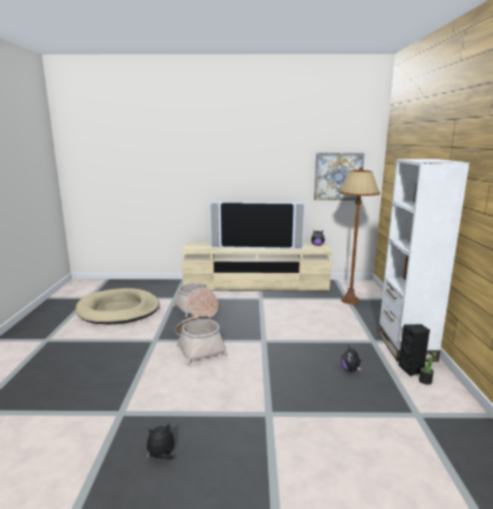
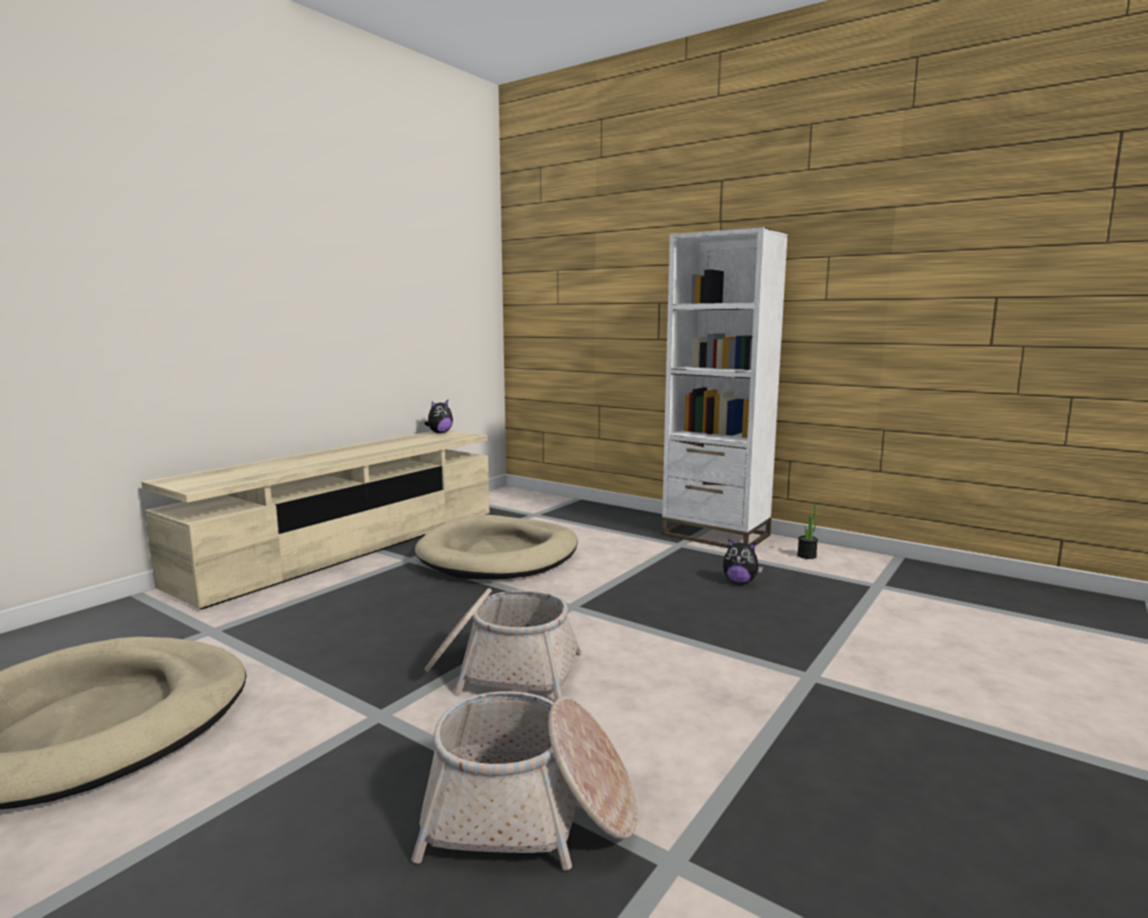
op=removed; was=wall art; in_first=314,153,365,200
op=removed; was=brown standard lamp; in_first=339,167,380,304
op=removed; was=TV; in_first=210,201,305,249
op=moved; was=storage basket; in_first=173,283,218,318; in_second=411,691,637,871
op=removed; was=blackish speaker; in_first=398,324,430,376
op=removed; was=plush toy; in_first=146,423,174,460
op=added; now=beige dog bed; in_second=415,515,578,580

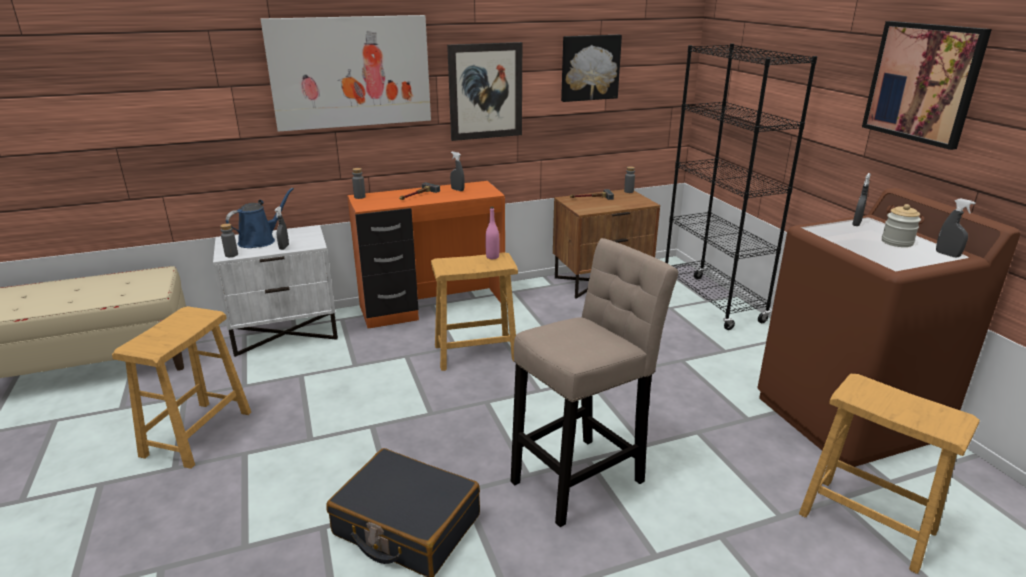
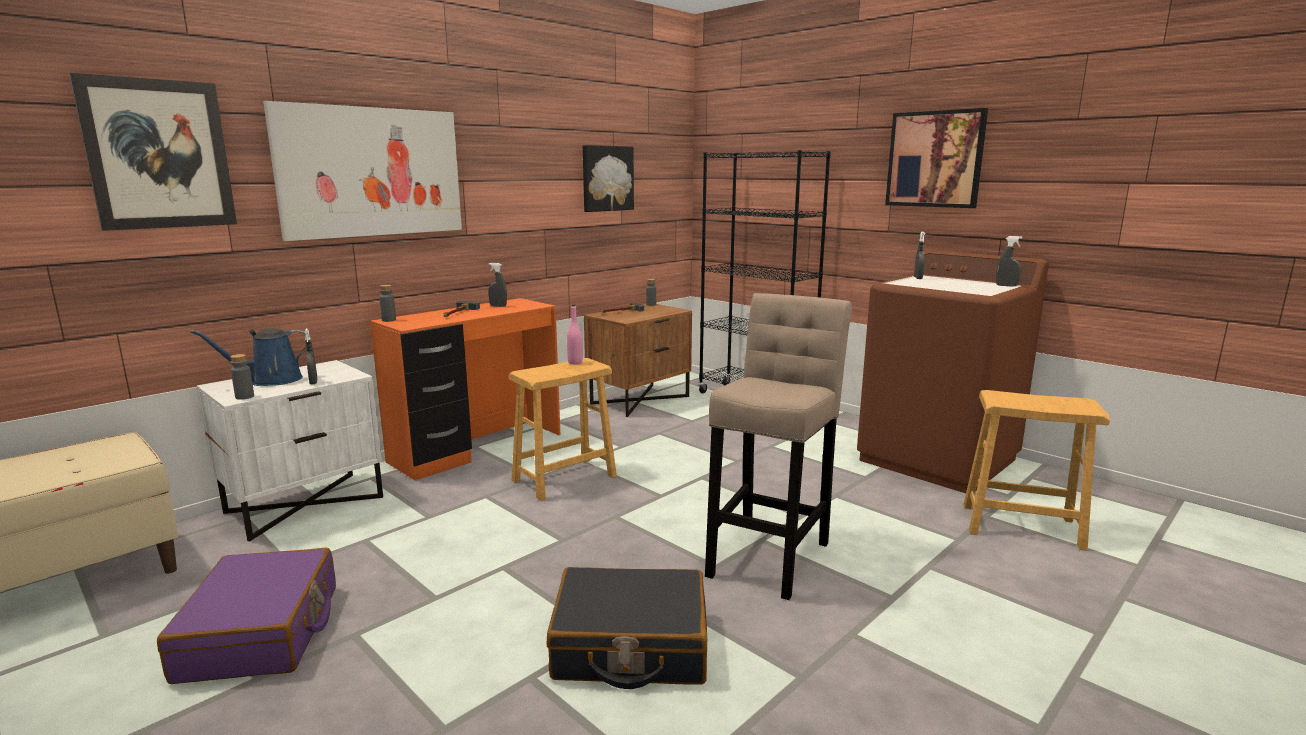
op=moved; was=wall art; in_first=447,42,522,141; in_second=69,73,237,231
op=turned; was=blue sprinkling can; in_first=226,187,294,248; in_second=191,328,306,386; clockwise=-135
op=removed; was=storage jar; in_first=882,204,921,247
op=replaced; was=brown sitting stool; now=purple-coloured piece of luggage; in_first=112,306,251,469; in_second=157,547,336,684

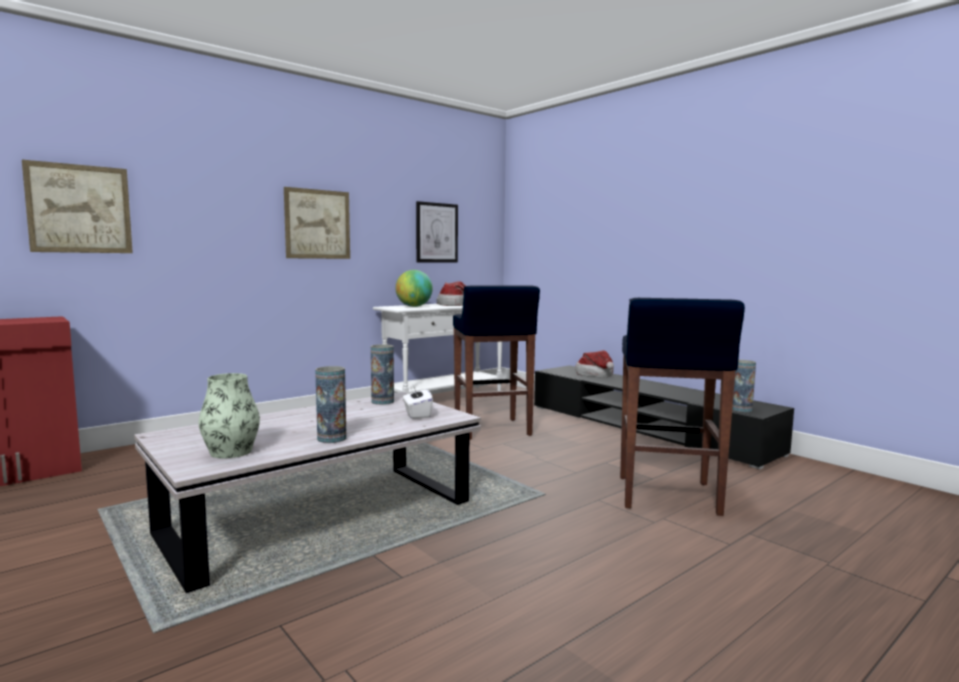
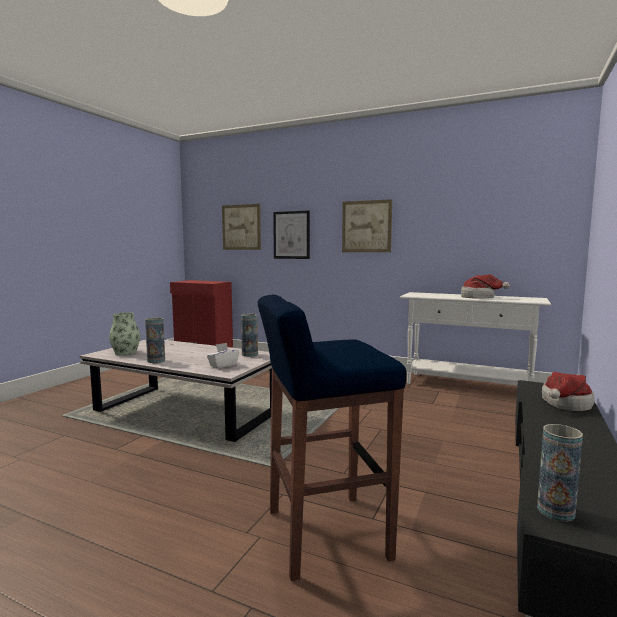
op=moved; was=wall art; in_first=416,201,458,263; in_second=273,210,310,259
op=removed; was=desk globe; in_first=396,270,433,307
op=removed; was=blue sitting stool; in_first=453,285,540,440

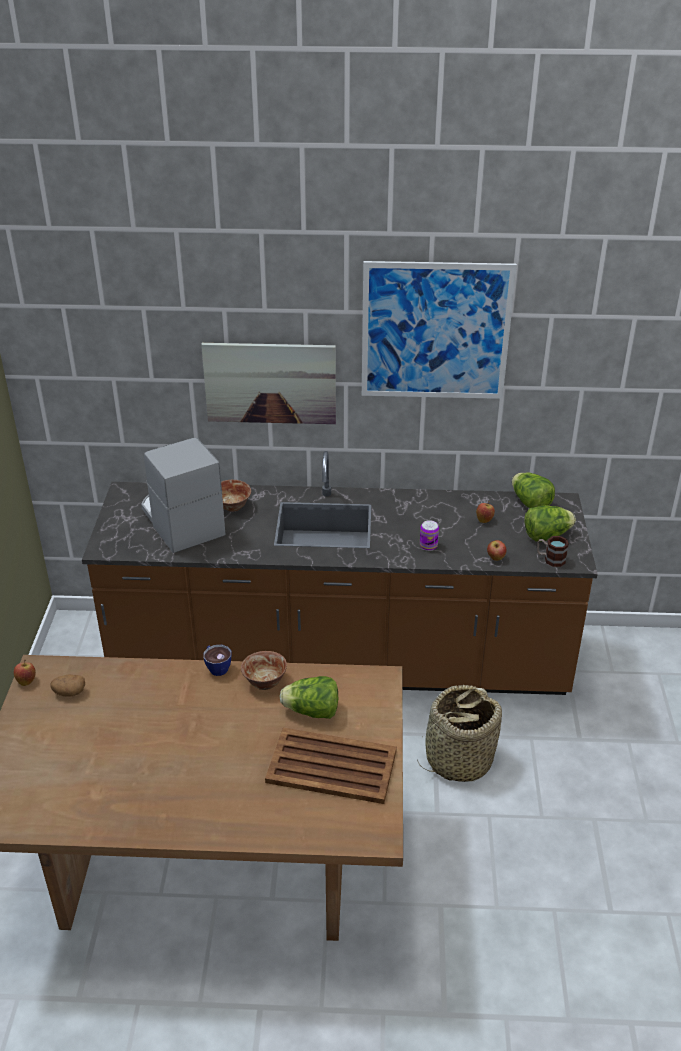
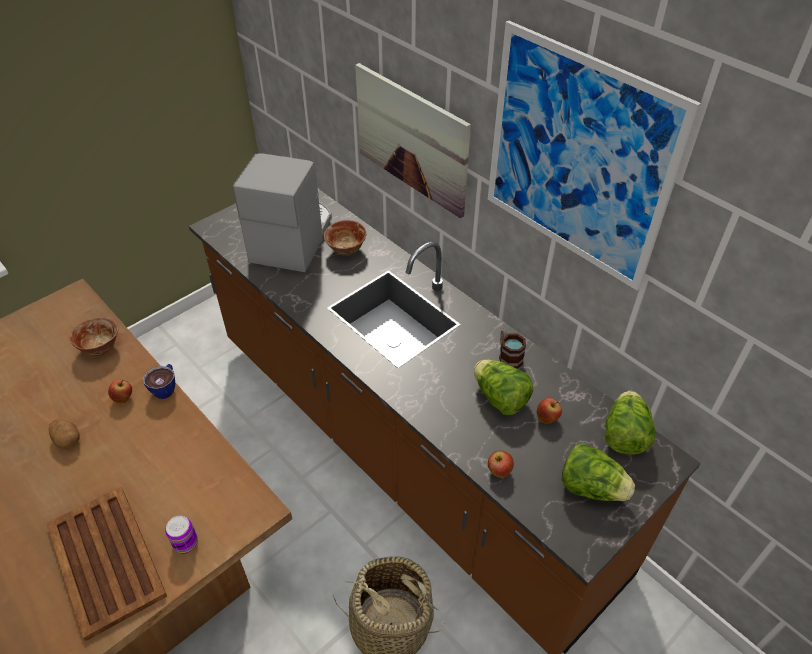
op=moved; was=sealed can; in_first=420,520,439,551; in_second=165,516,198,554
op=moved; was=tea mug; in_first=537,536,569,567; in_second=499,329,526,369
op=moved; was=bowl; in_first=241,651,287,690; in_second=70,317,118,356
op=moved; was=apple; in_first=14,660,36,686; in_second=108,380,132,404
op=moved; was=whole potato; in_first=51,674,85,697; in_second=49,419,80,449
op=moved; was=head of lettuce; in_first=280,676,338,719; in_second=474,360,533,415

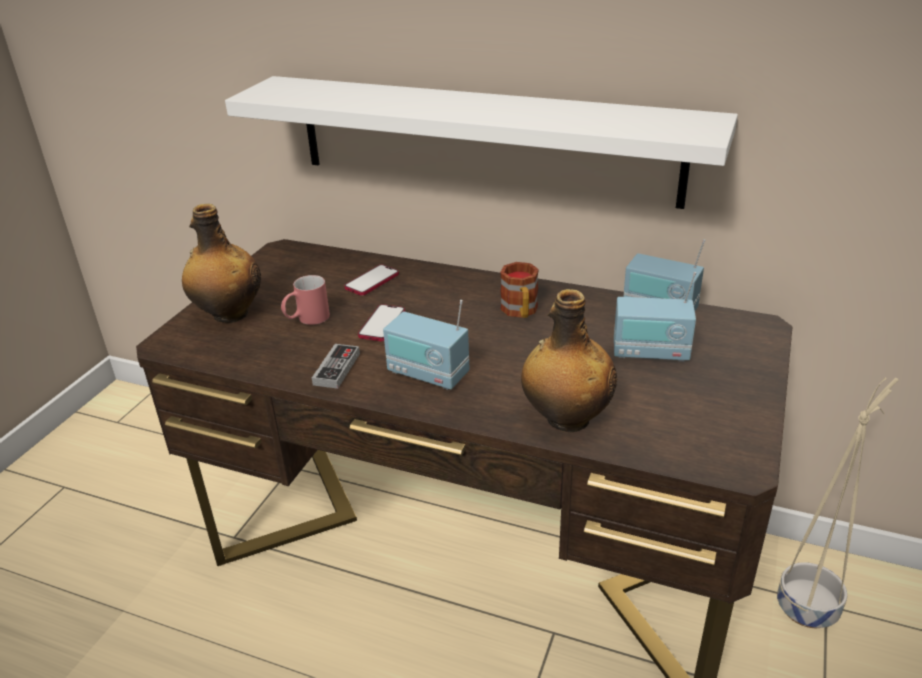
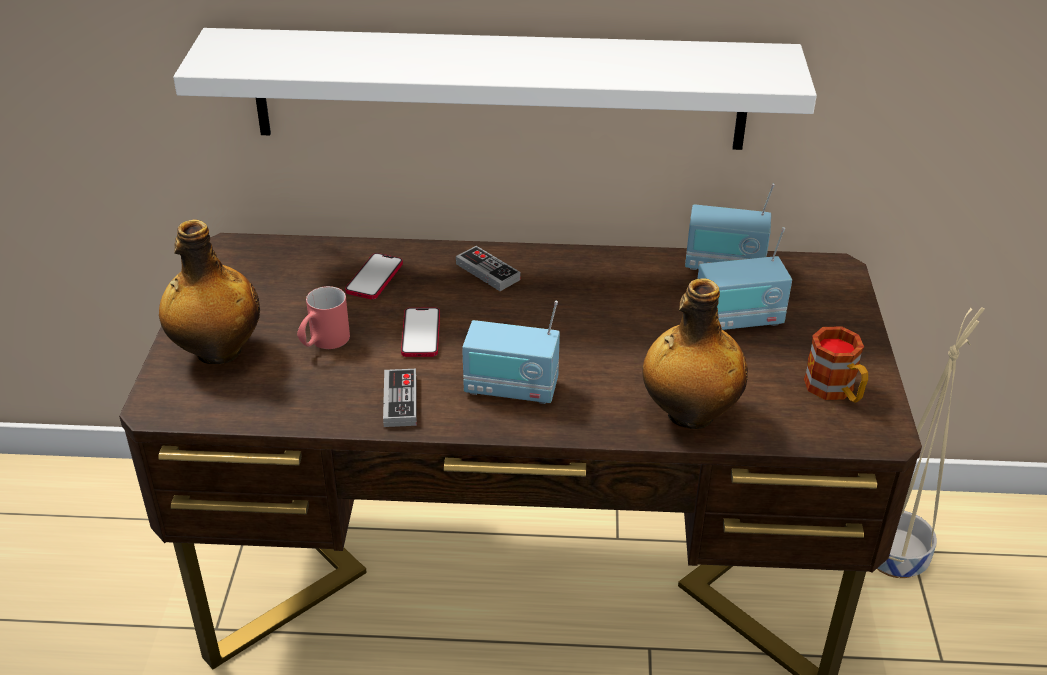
op=moved; was=tea mug; in_first=500,262,539,318; in_second=804,326,868,402
op=added; now=gamepad; in_second=456,246,520,291

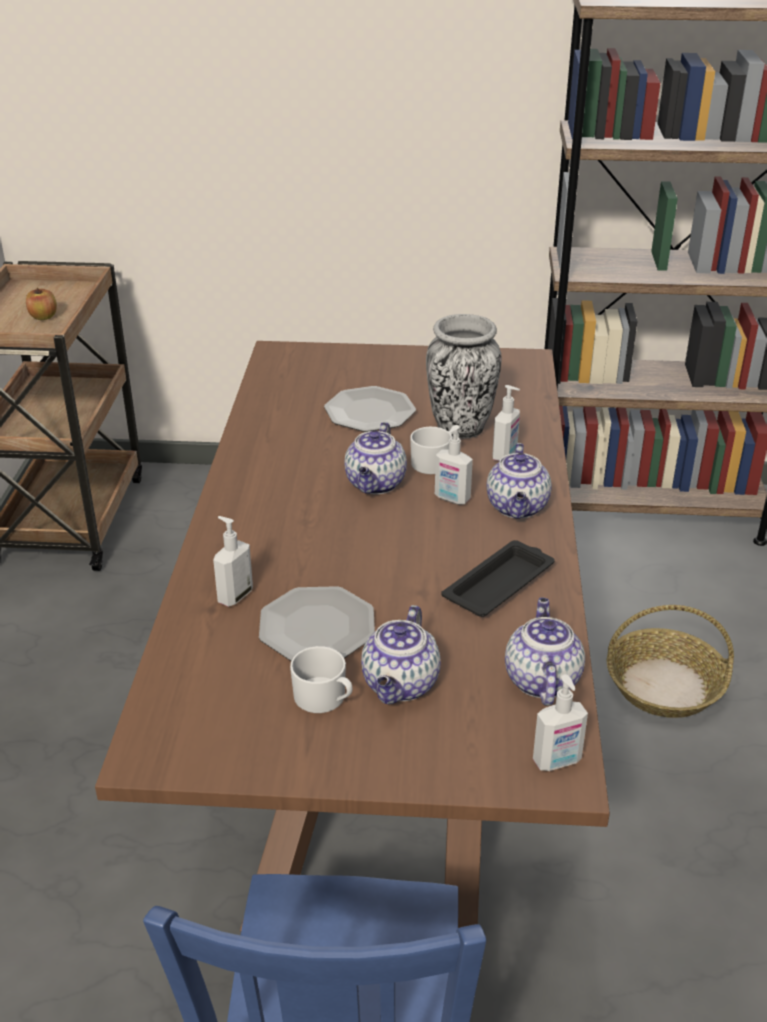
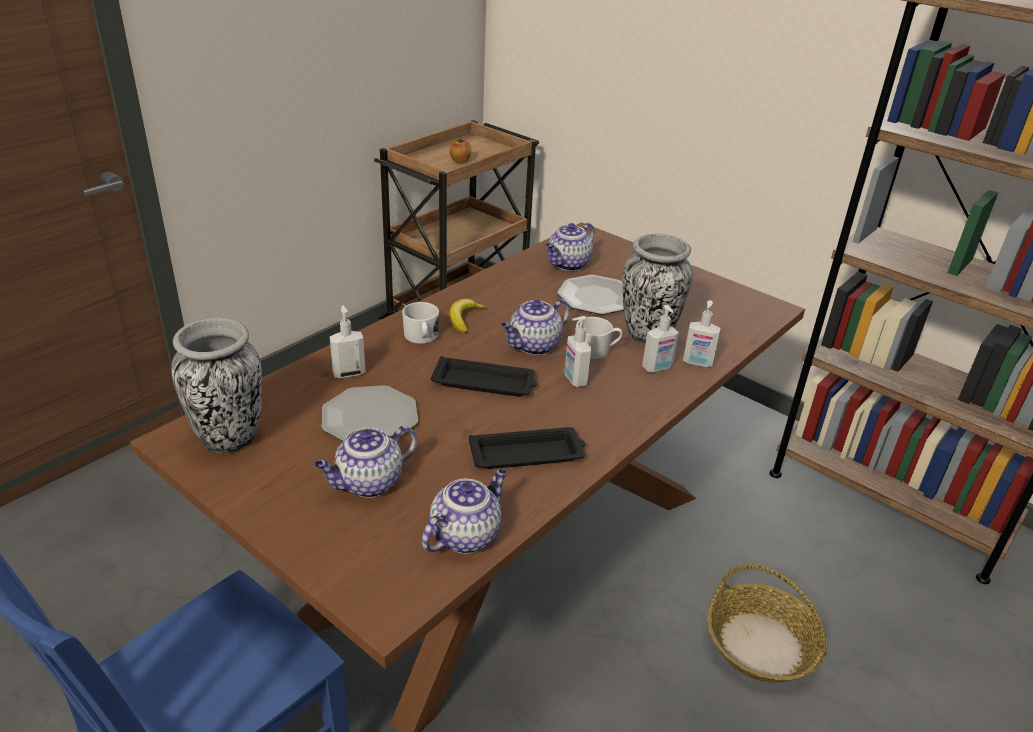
op=moved; was=teapot; in_first=486,443,552,519; in_second=546,223,595,271
op=moved; was=white-coloured tea mug; in_first=290,646,353,713; in_second=402,302,439,344
op=moved; was=soap bottle; in_first=533,674,588,771; in_second=683,300,720,367
op=added; now=whole banana; in_second=449,299,486,334
op=added; now=decorative vase; in_second=171,317,262,454
op=added; now=blackish carrying tray; in_second=431,356,537,397

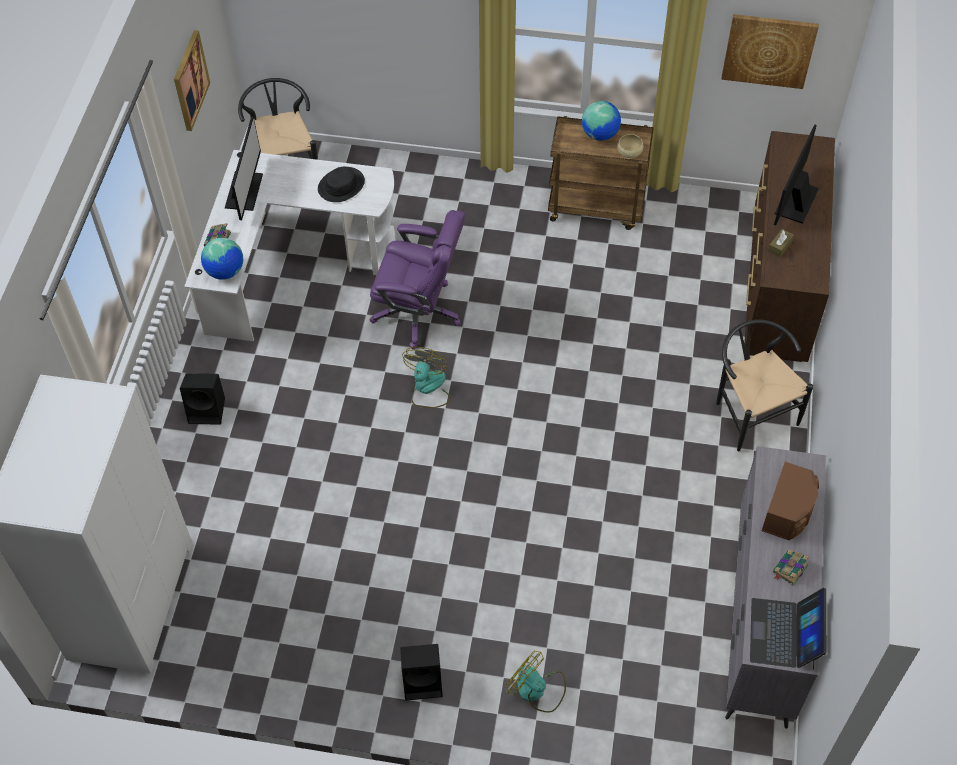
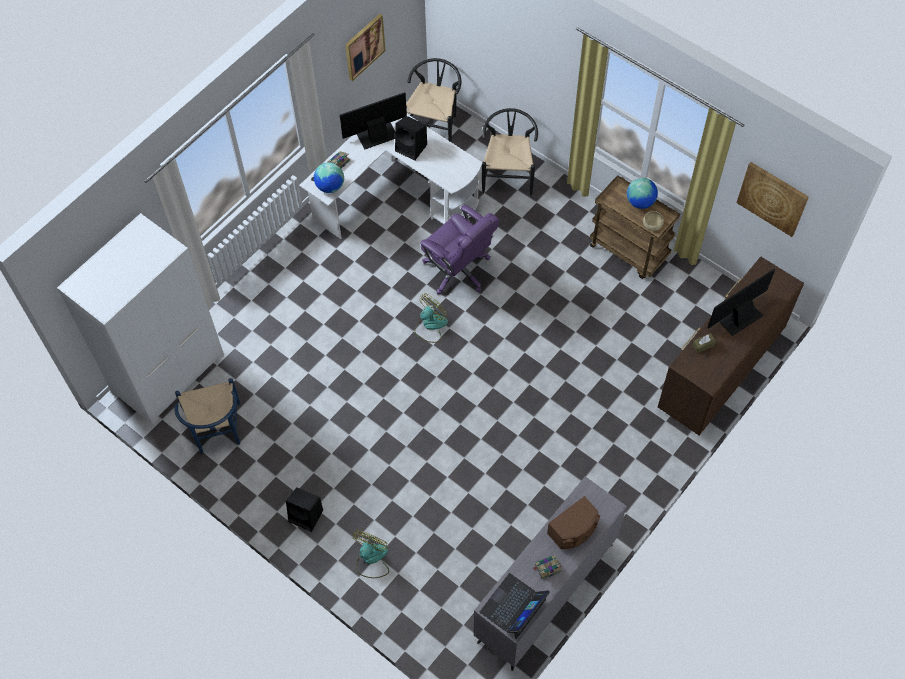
op=turned; was=monitor; in_first=225,116,263,220; in_second=340,92,407,149; clockwise=-150
op=removed; was=blackish clothing hat; in_first=318,167,365,202
op=moved; was=blackish upright chair; in_first=716,320,813,452; in_second=482,108,538,196
op=moved; was=blackish speaker; in_first=180,373,225,425; in_second=395,116,427,161
op=turned; was=electric fan; in_first=505,650,566,713; in_second=352,530,389,578; clockwise=45
op=added; now=blue upright chair; in_second=174,378,240,453

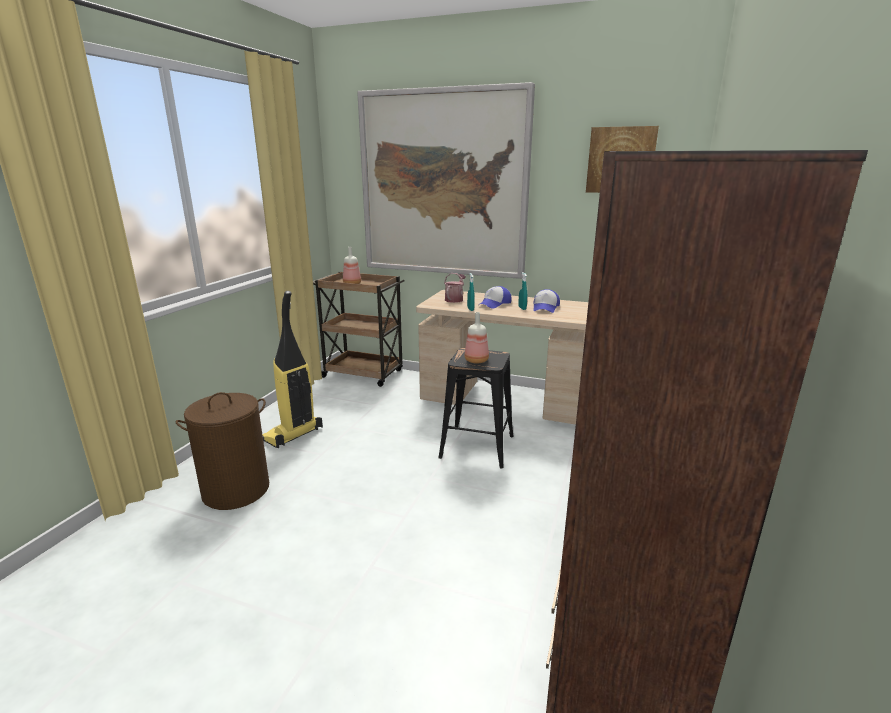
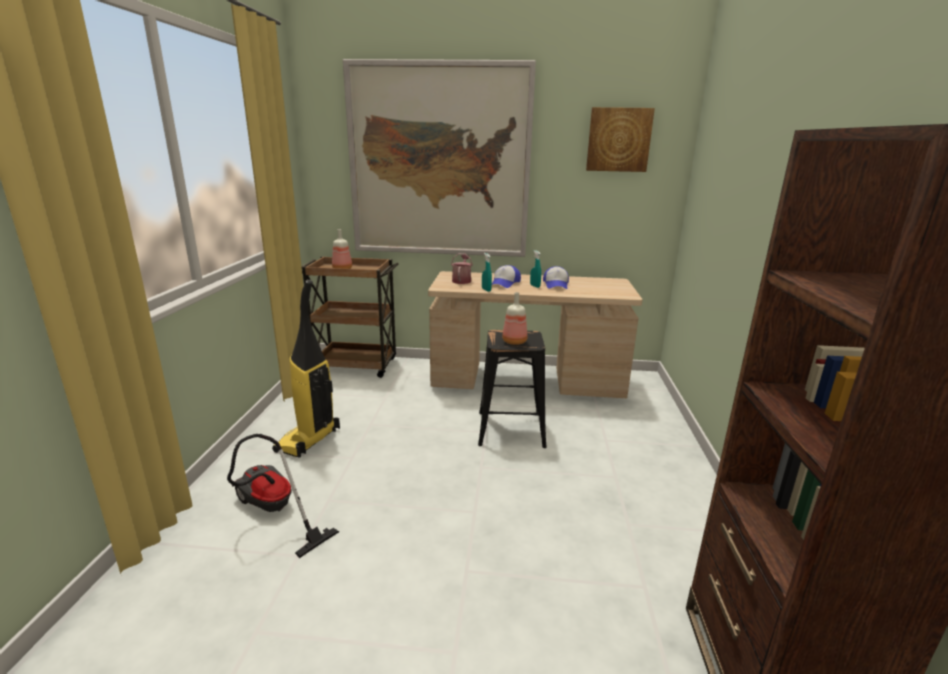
op=replaced; was=brown hamper; now=vacuum cleaner; in_first=176,392,269,510; in_second=227,434,339,558

